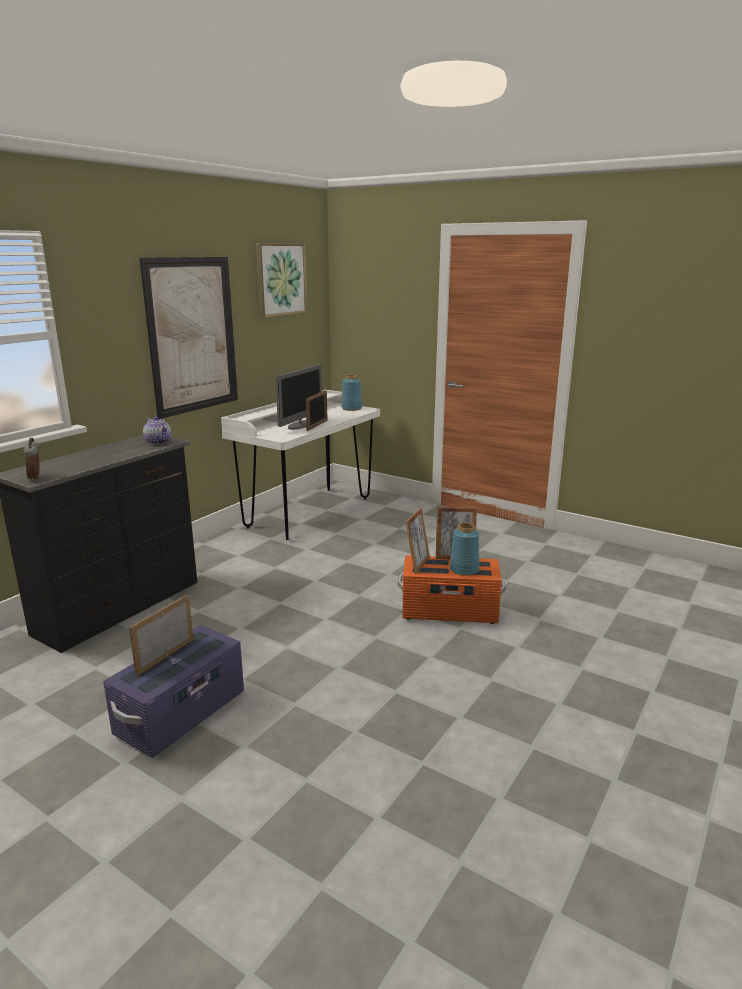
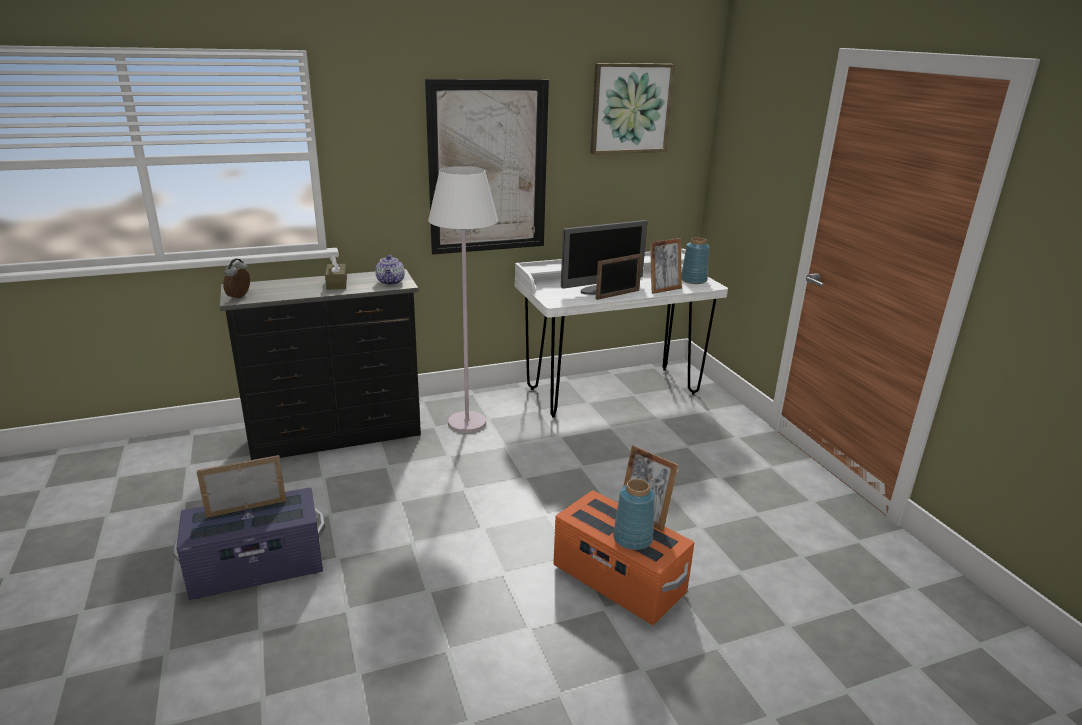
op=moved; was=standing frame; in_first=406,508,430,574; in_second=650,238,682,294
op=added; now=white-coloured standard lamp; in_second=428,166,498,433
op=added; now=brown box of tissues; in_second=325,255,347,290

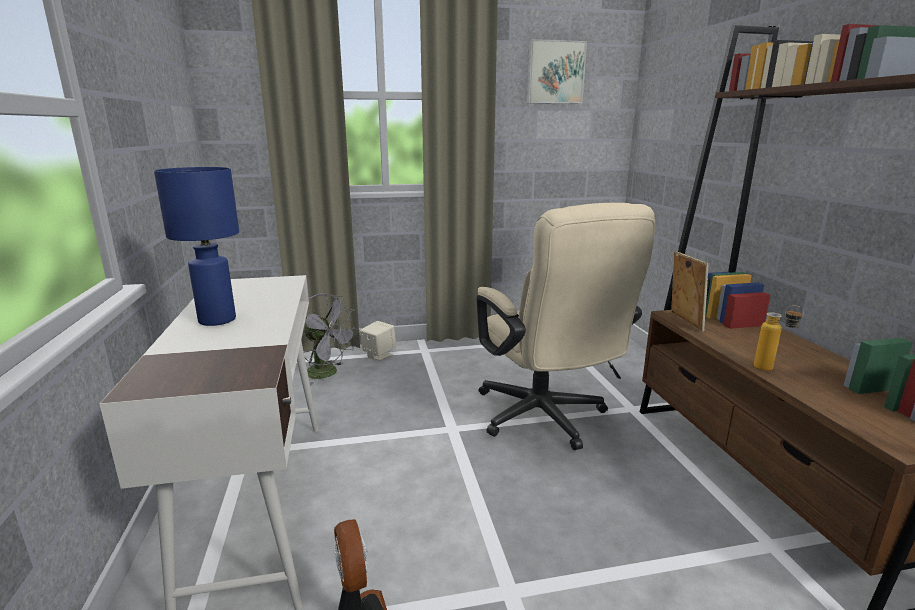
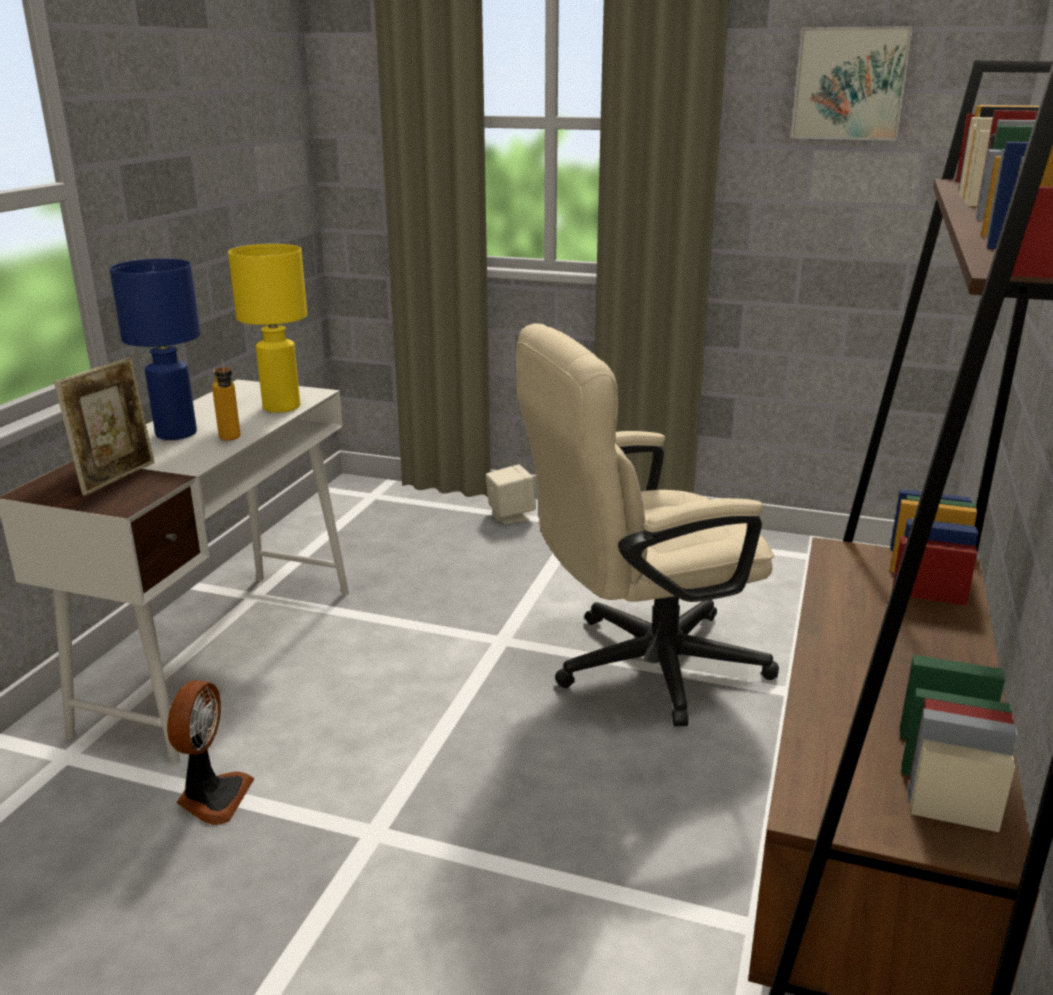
op=turned; was=beige desk chair; in_first=476,203,656,450; in_second=516,323,779,726; clockwise=60
op=moved; was=standing frame; in_first=671,251,709,332; in_second=54,357,155,496
op=removed; was=gray electric fan; in_first=303,293,358,386
op=moved; was=bottle; in_first=754,305,804,371; in_second=212,359,240,441
op=added; now=yellowish lamp for a table; in_second=228,244,307,413

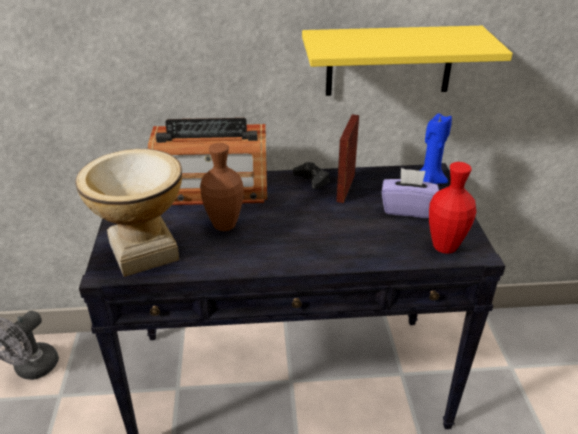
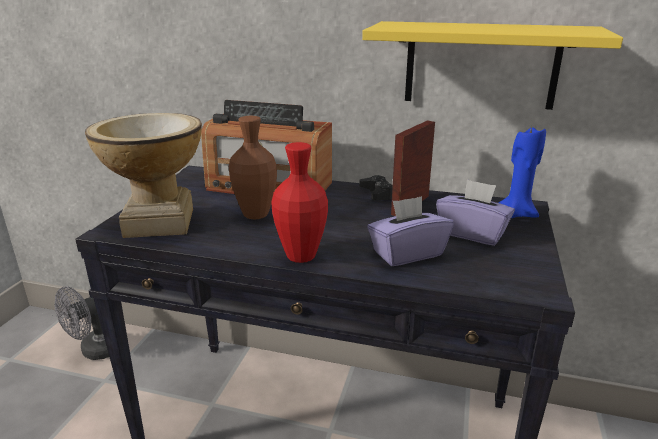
op=moved; was=reddish decorative vase; in_first=429,162,476,254; in_second=271,142,328,263
op=added; now=purple-coloured box of tissues; in_second=367,196,454,266

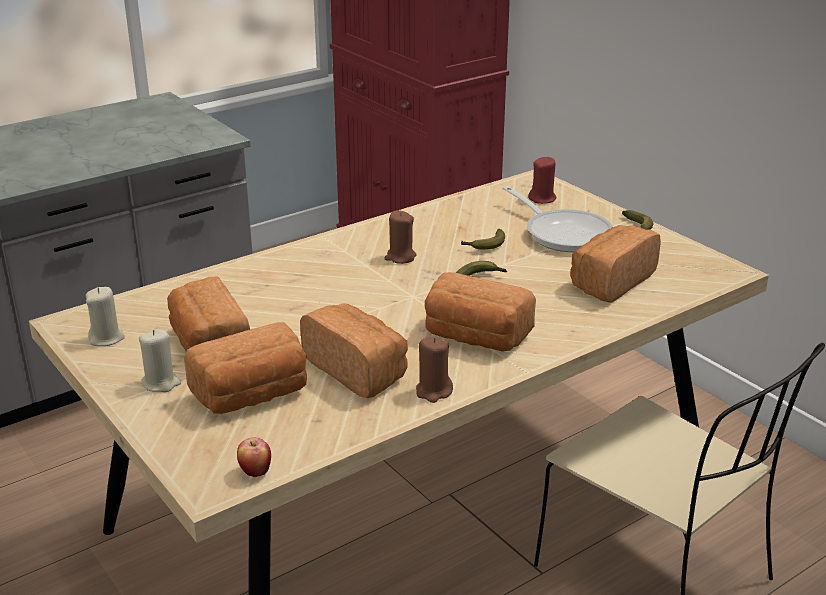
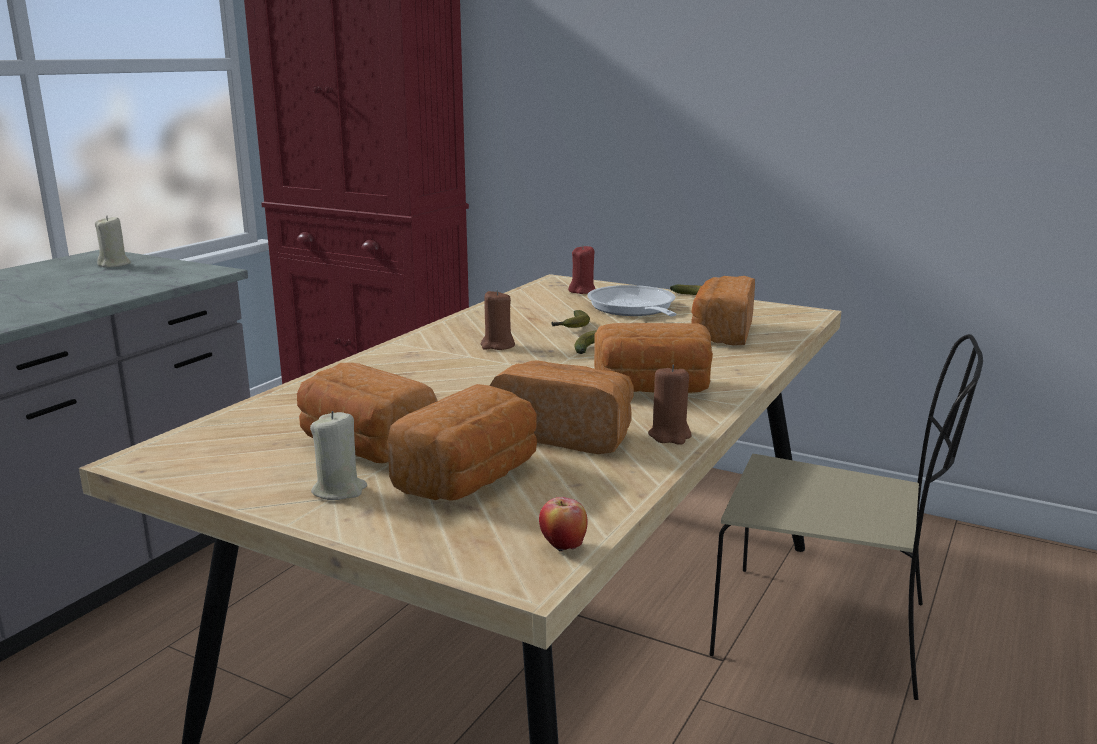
op=turned; was=pan; in_first=502,186,613,252; in_second=587,285,677,316; clockwise=-135
op=moved; was=beige candle; in_first=86,287,125,346; in_second=95,215,131,268

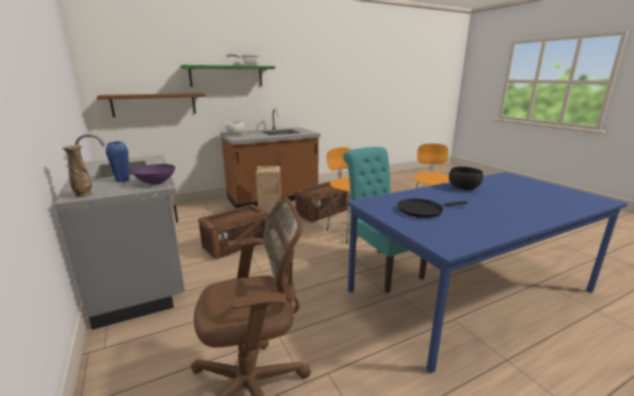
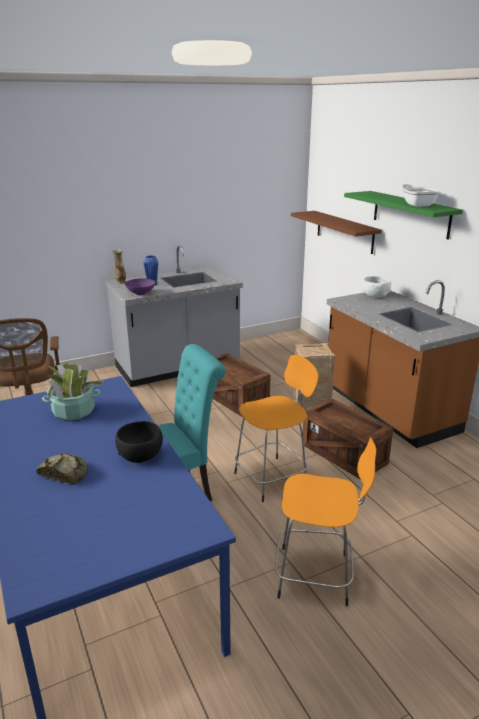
op=replaced; was=blackish pan; now=potted plant; in_first=397,199,468,218; in_second=42,362,104,421
op=added; now=baked bread; in_second=36,454,88,484

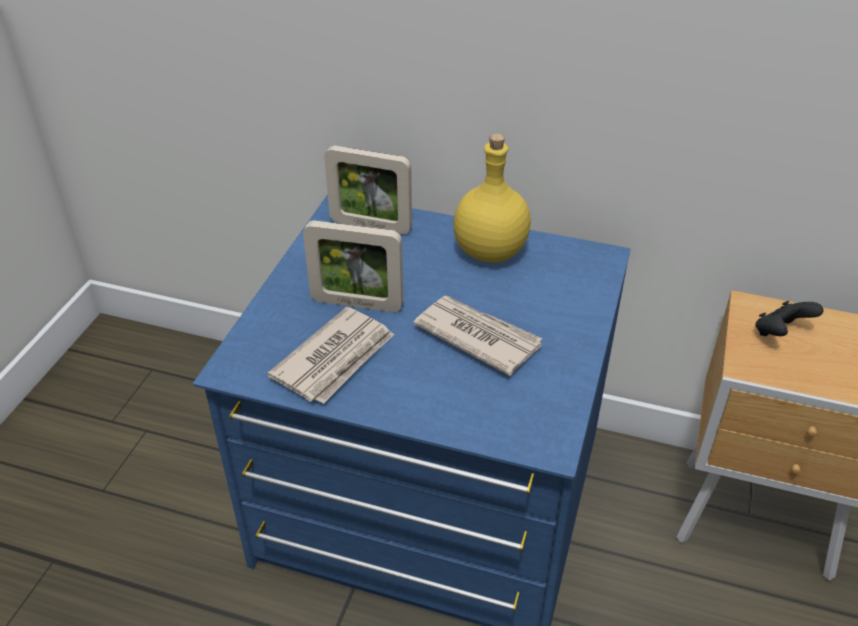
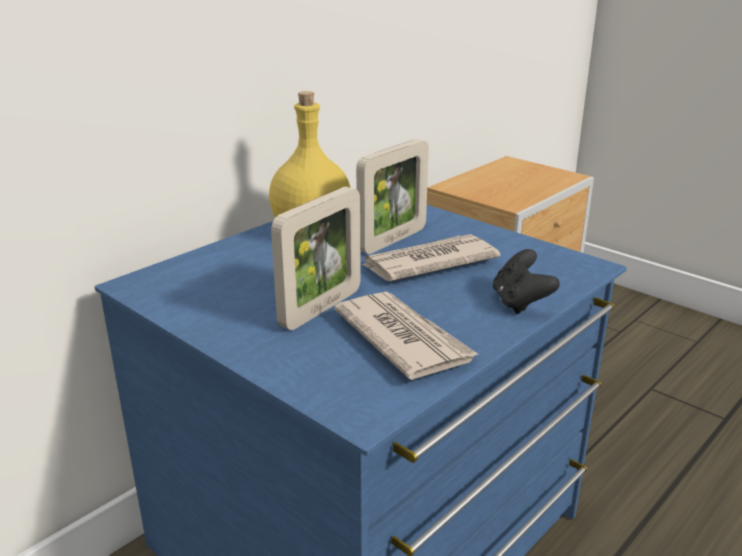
op=moved; was=standing frame; in_first=324,146,412,234; in_second=356,139,429,254
op=moved; was=blackish gamepad; in_first=755,301,823,336; in_second=493,249,560,314

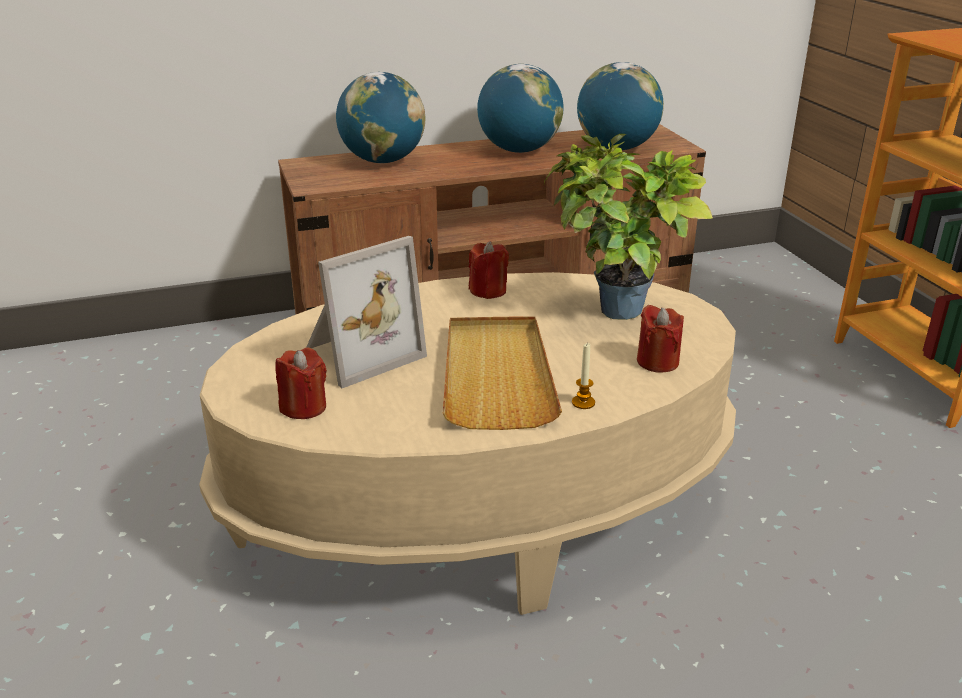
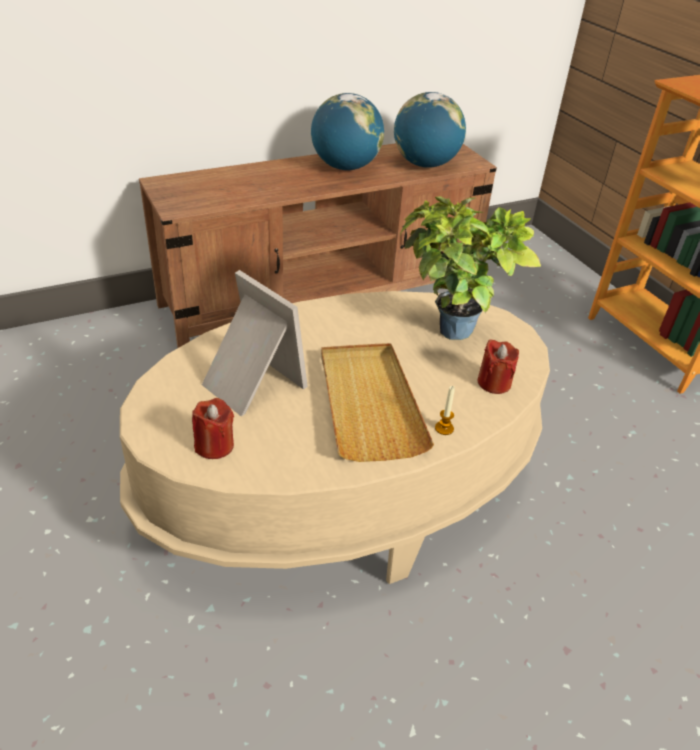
op=removed; was=desk globe; in_first=336,72,425,163
op=turned; was=standing frame; in_first=307,236,427,388; in_second=202,270,308,416; clockwise=-90
op=removed; was=reddish candle; in_first=469,241,509,299

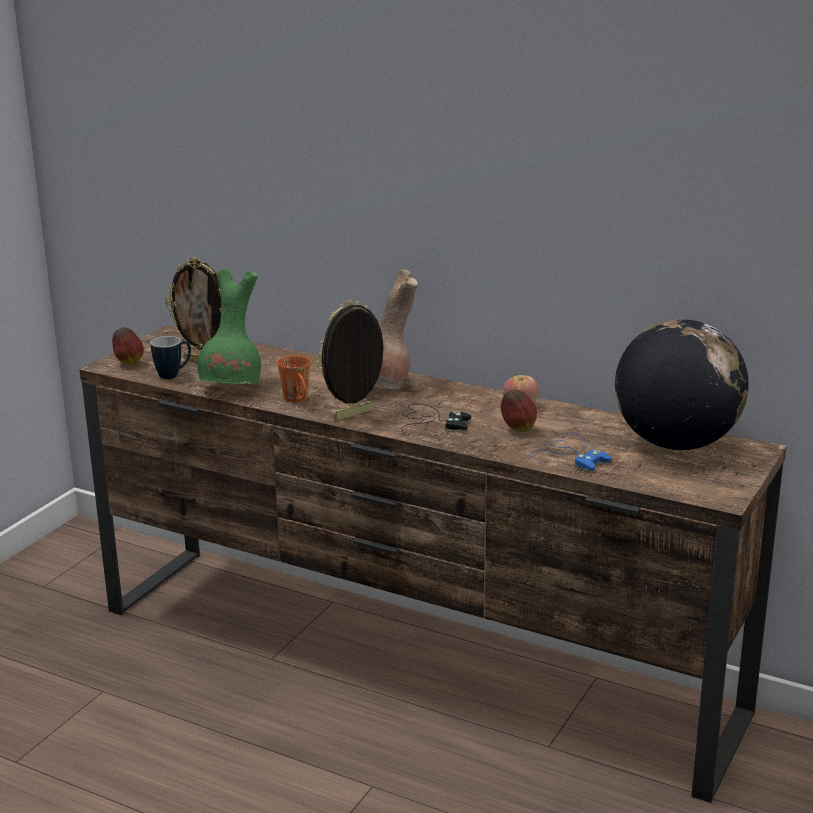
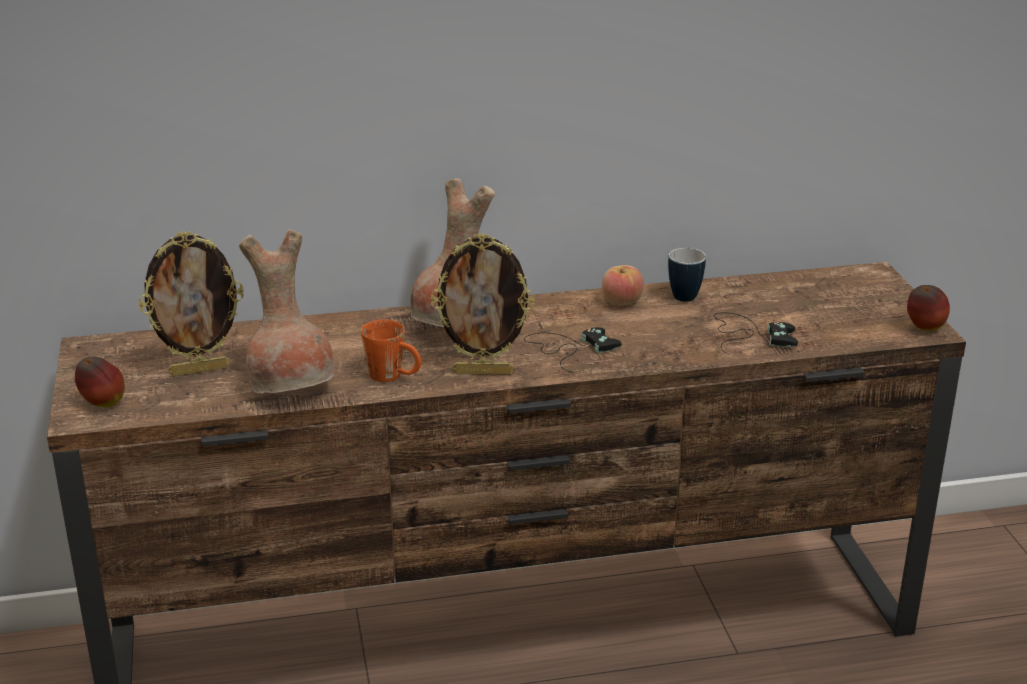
op=recoloured; was=green decorative vase; now=brown decorative vase; in_first=198,268,261,384; in_second=239,229,334,393
op=turned; was=standing frame; in_first=316,299,386,420; in_second=431,233,535,375; clockwise=-105
op=removed; was=desk globe; in_first=615,319,749,450
op=moved; was=tea mug; in_first=150,336,191,379; in_second=668,248,706,302
op=moved; was=apple; in_first=501,390,537,432; in_second=907,285,950,331
op=recoloured; was=blue gamepad; now=blackish gamepad; in_first=528,433,612,472; in_second=714,312,798,355

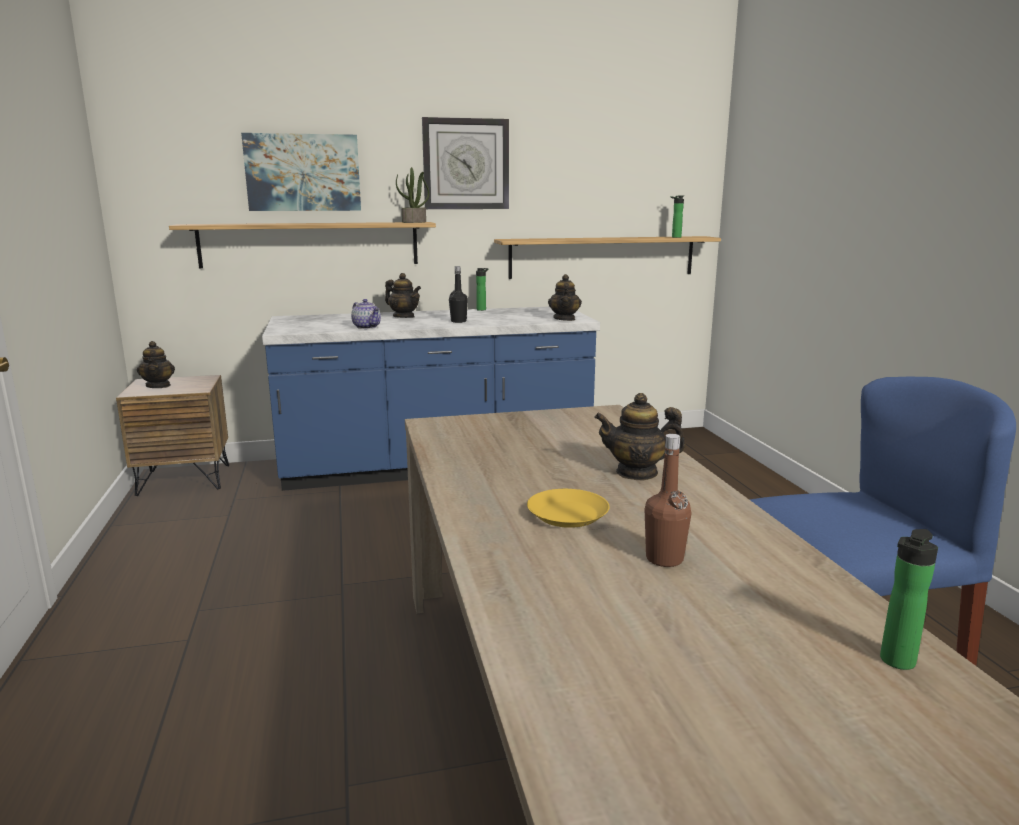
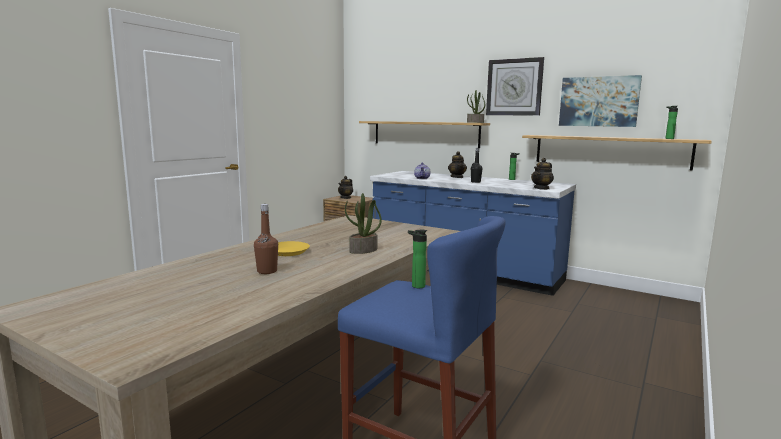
op=moved; was=wall art; in_first=241,133,361,211; in_second=559,75,642,127
op=replaced; was=teapot; now=potted plant; in_first=594,393,686,480; in_second=345,193,382,254
op=moved; was=bottle; in_first=880,529,938,670; in_second=408,230,427,288

